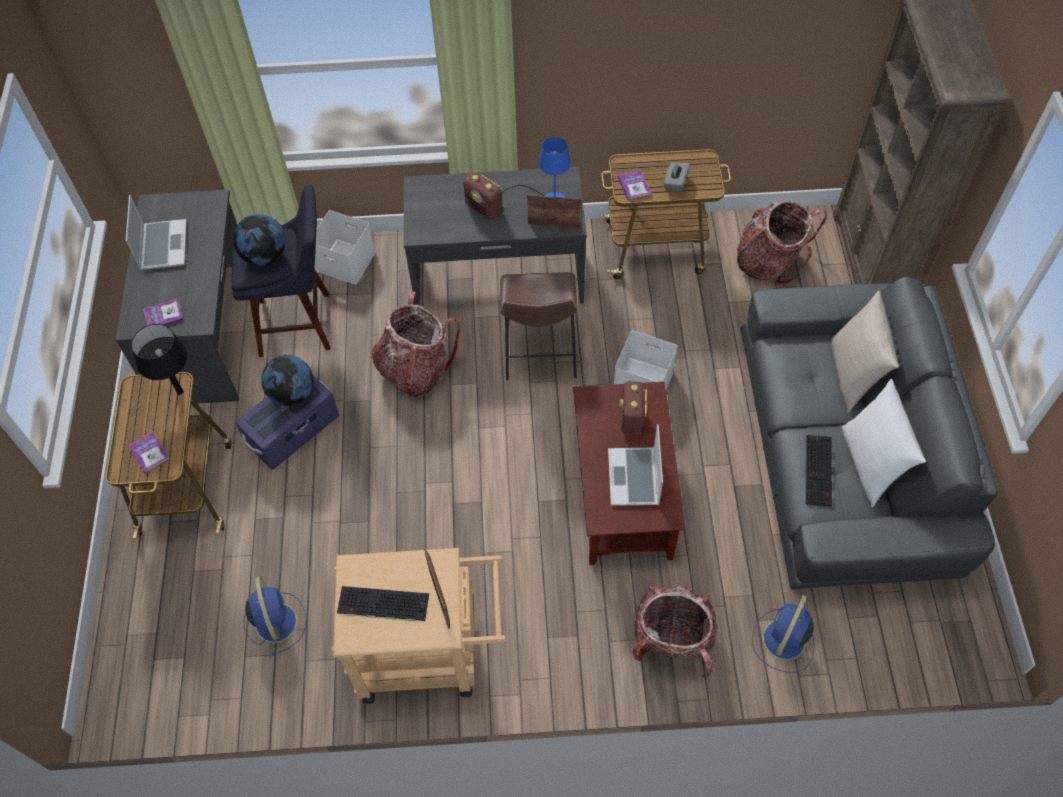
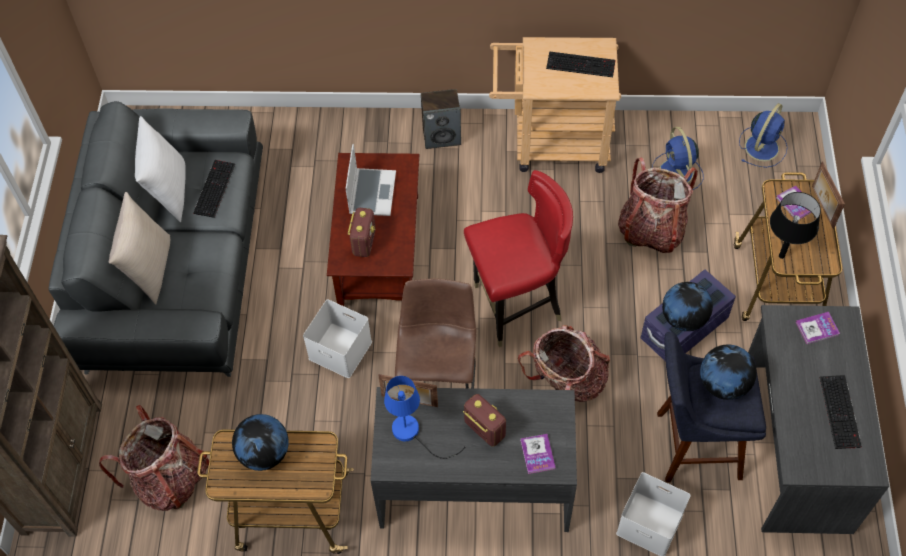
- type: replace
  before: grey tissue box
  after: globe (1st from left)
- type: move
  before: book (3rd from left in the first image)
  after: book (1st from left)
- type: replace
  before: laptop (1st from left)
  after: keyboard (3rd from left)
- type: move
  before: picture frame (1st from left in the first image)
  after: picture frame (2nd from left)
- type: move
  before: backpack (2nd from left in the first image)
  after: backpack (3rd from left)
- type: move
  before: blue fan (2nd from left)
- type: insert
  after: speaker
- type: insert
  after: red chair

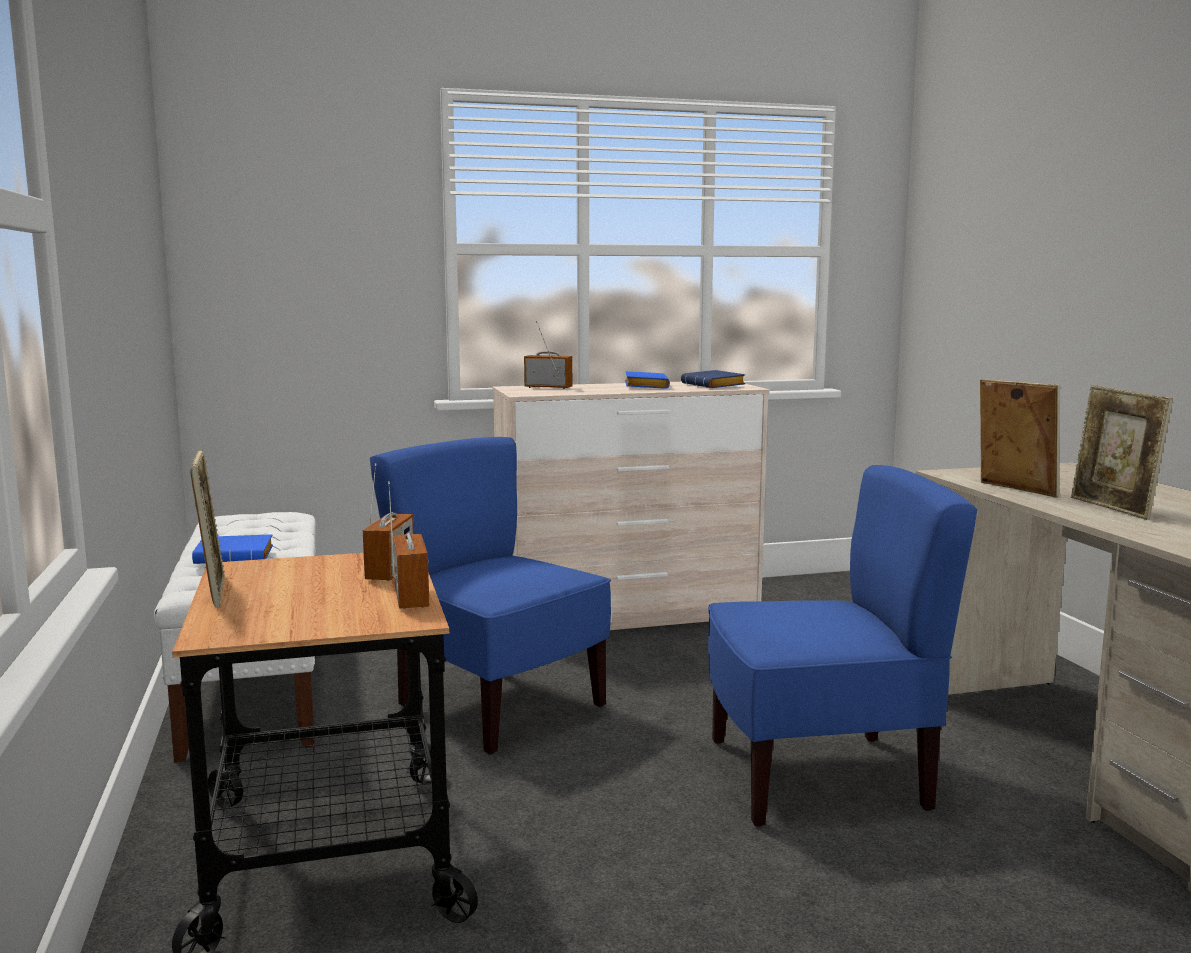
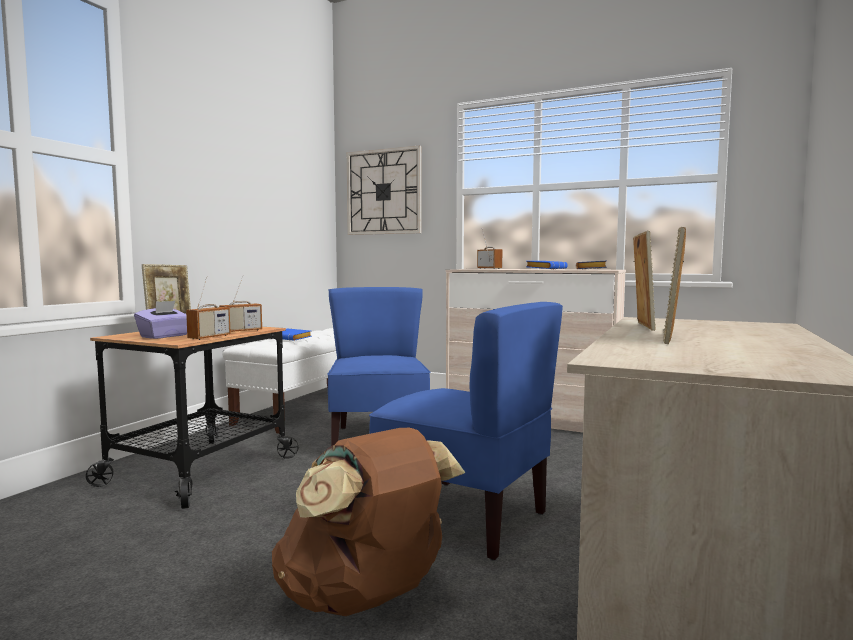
- type: insert
  after: wall clock
- type: insert
  after: purple tissue box
- type: insert
  after: brown backpack

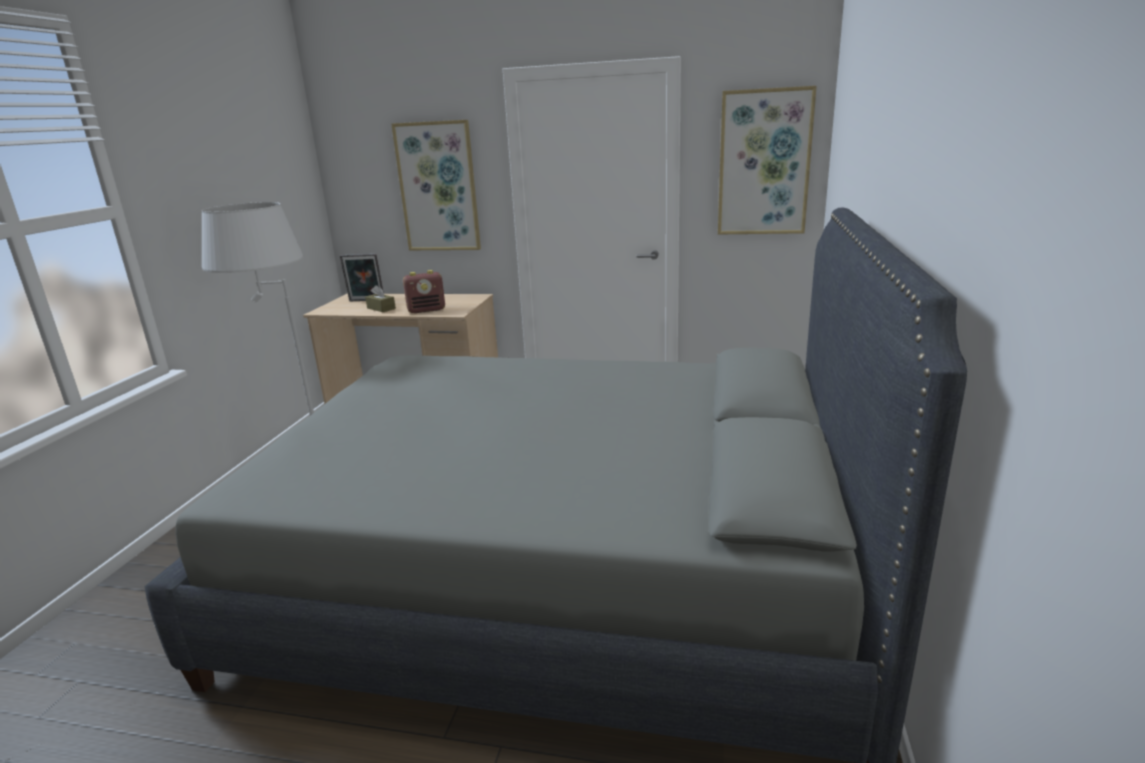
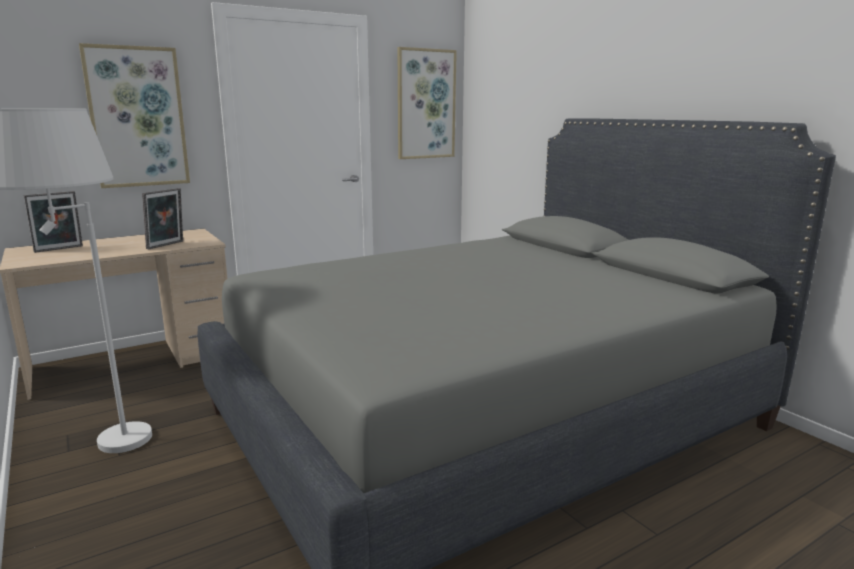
- type: replace
  before: radio
  after: picture frame (2nd from left)
- type: delete
  before: brown tissue box

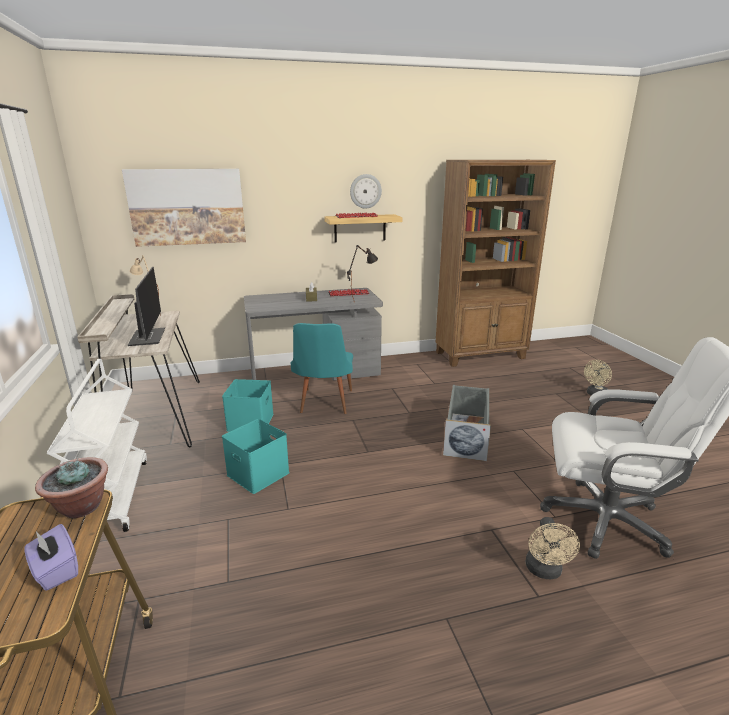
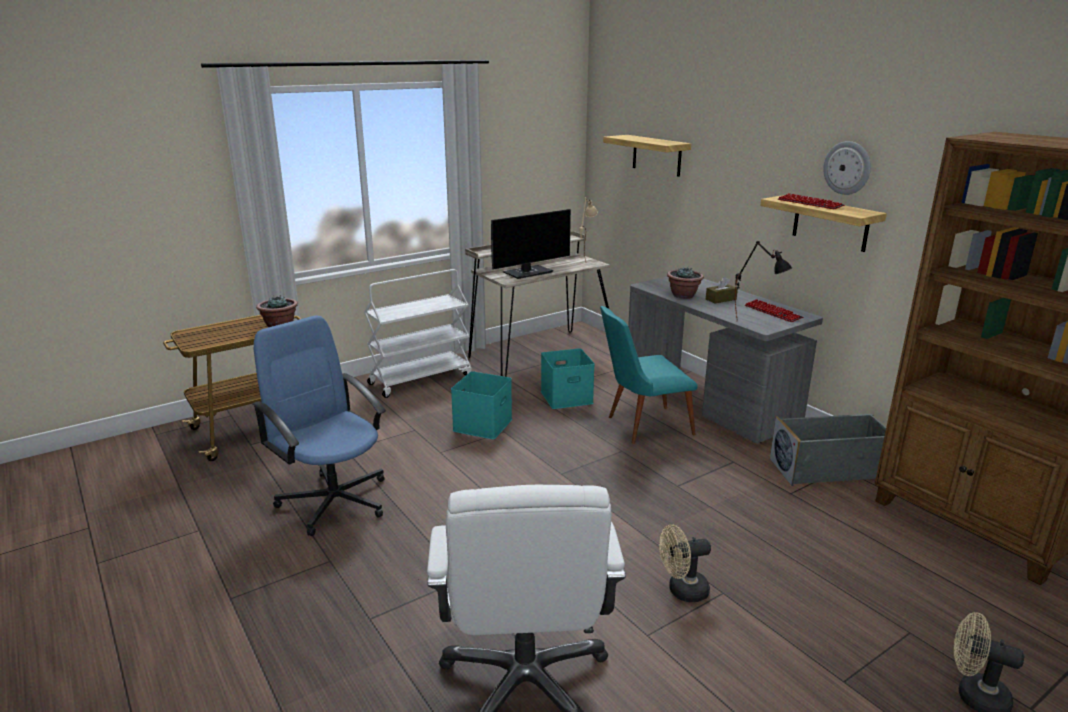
- type: replace
  before: picture
  after: shelf (1st from left)
- type: move
  before: grey storage box
- type: move
  before: beige fan (1st from left)
- type: delete
  before: purple tissue box
- type: insert
  after: potted plant (2nd from left)
- type: insert
  after: blue office chair

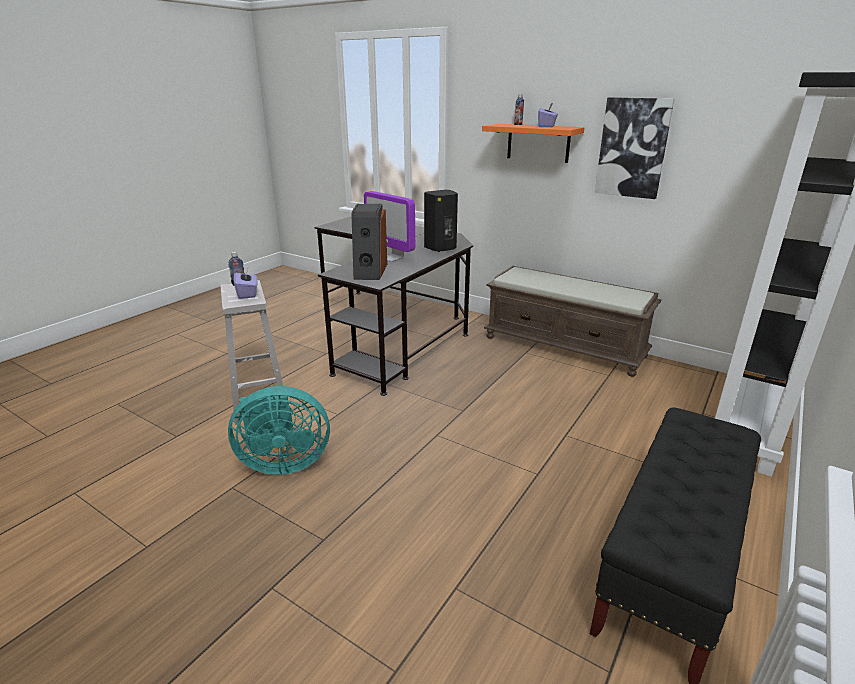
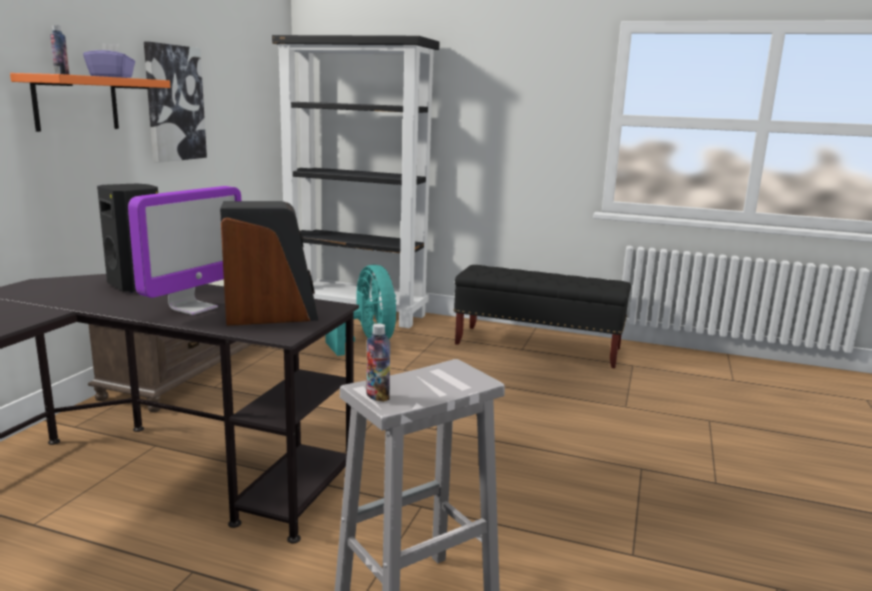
- type: delete
  before: purple tissue box (1st from left)
- type: move
  before: turquoise fan

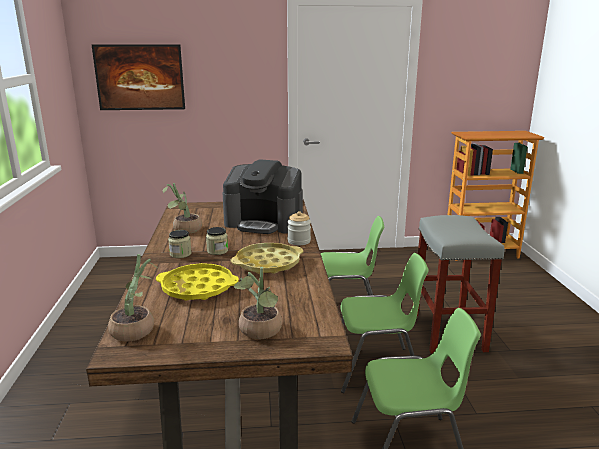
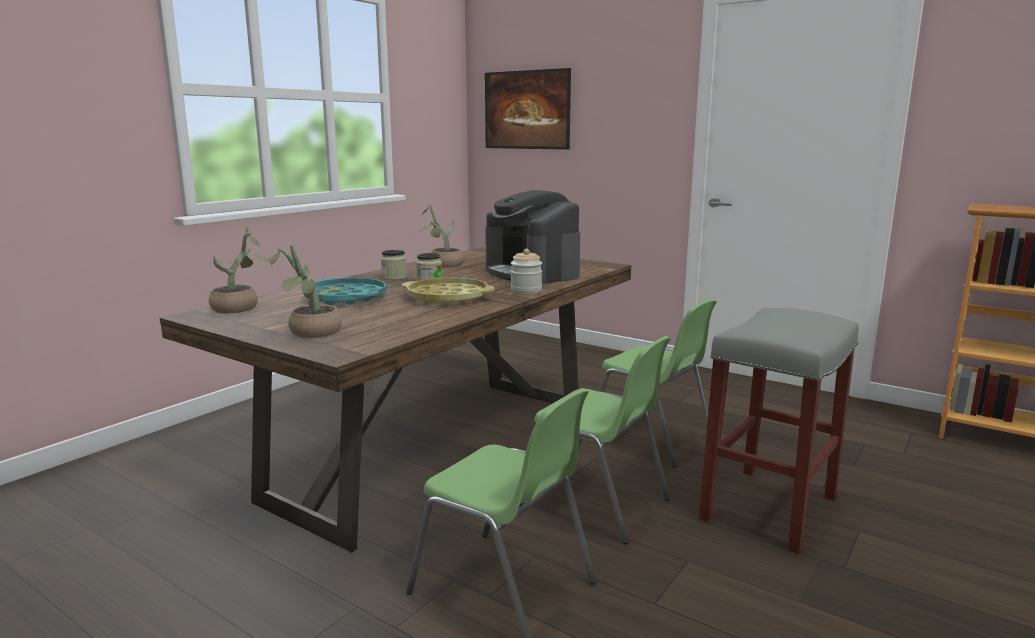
- type: recolor
  before: yellow tray (1st from left)
  after: turquoise tray

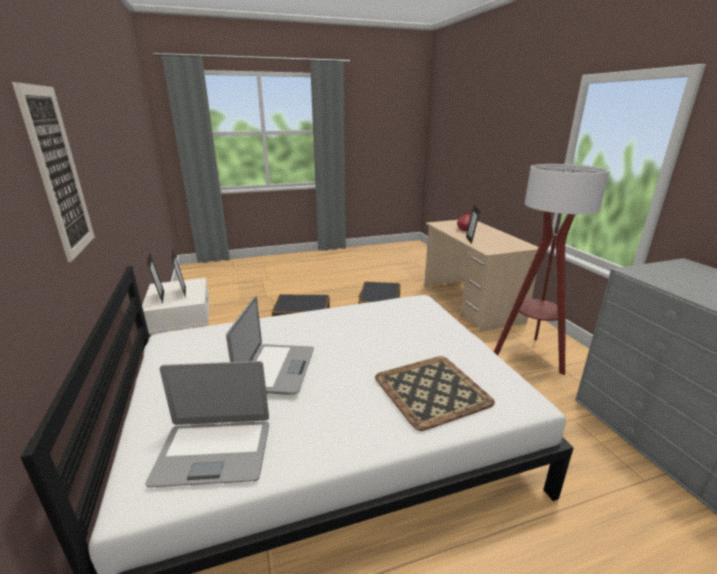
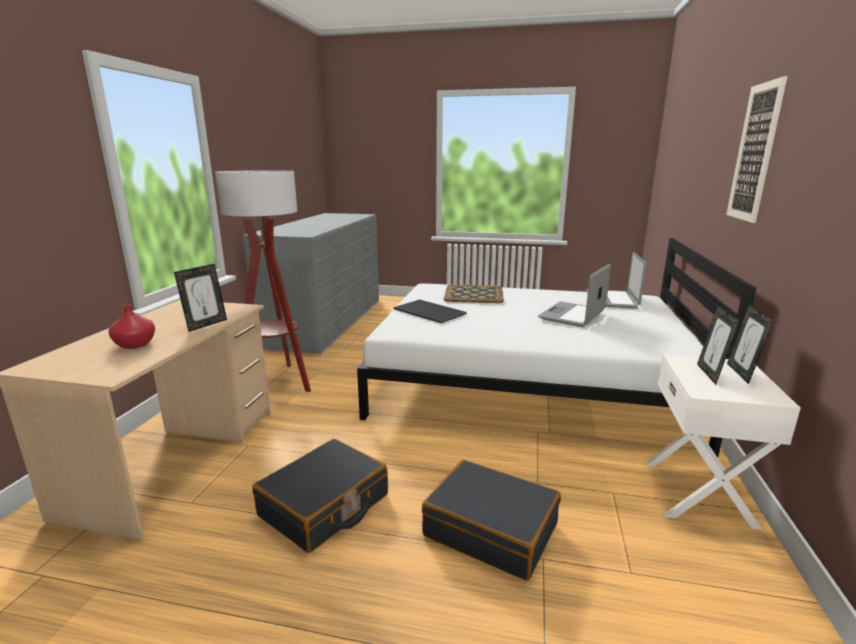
- type: rotate
  before: laptop (1st from left in the first image)
  turn: -105
- type: insert
  after: tray (1st from left)

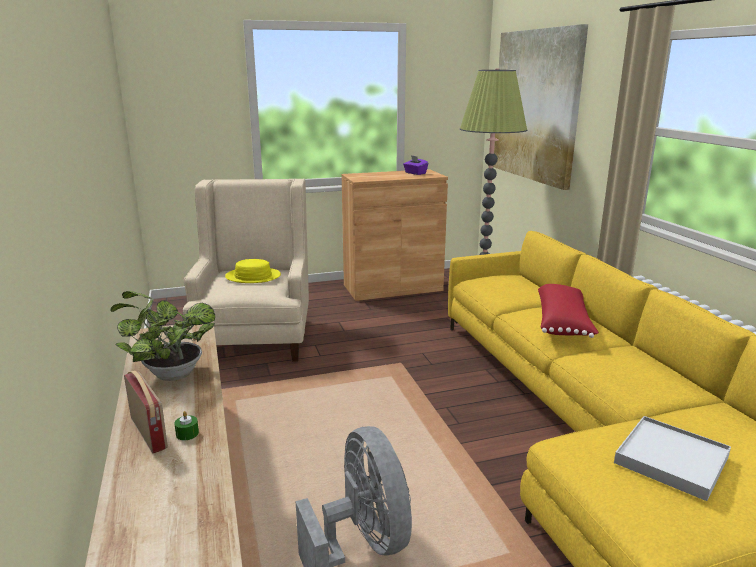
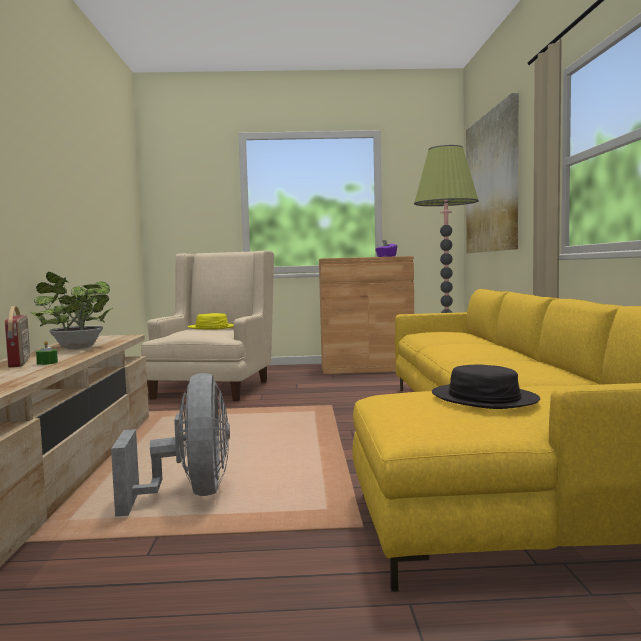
- type: delete
  before: red pillow
- type: replace
  before: white tray
  after: black hat

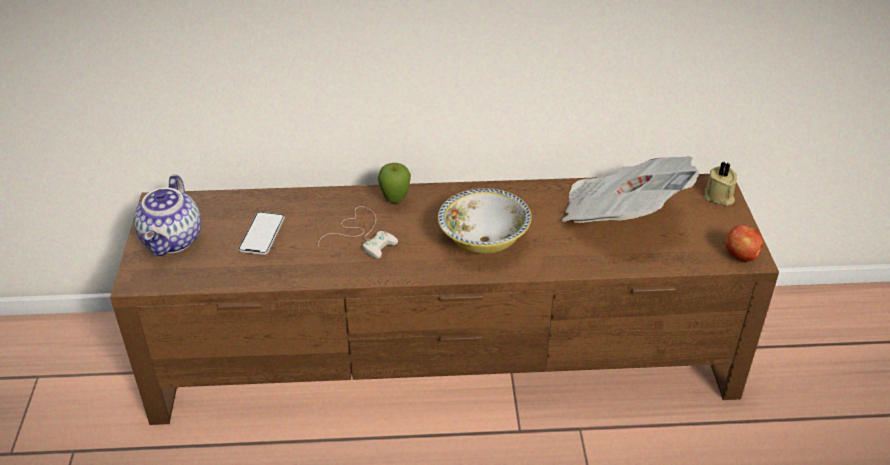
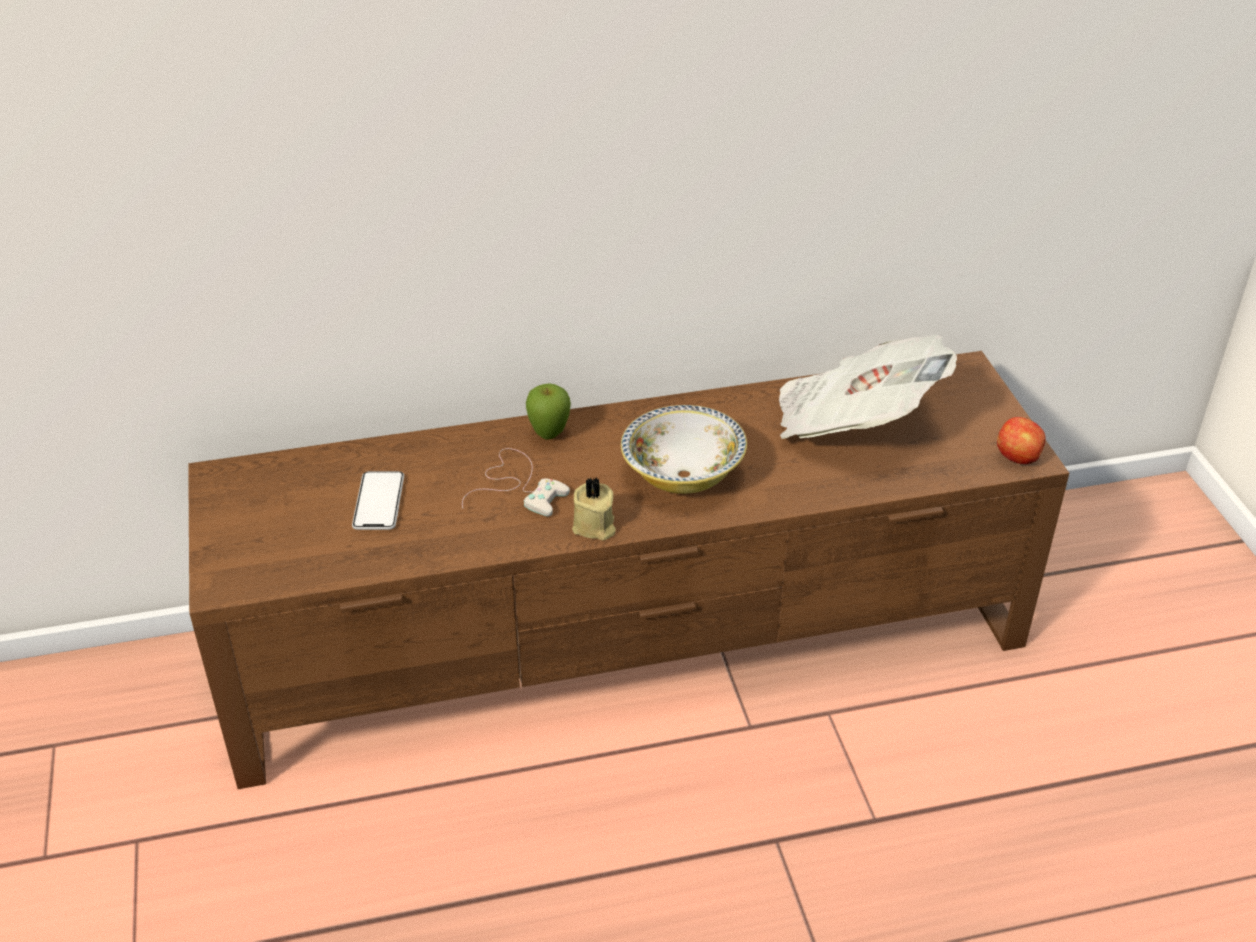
- type: move
  before: beige candle
- type: delete
  before: teapot

